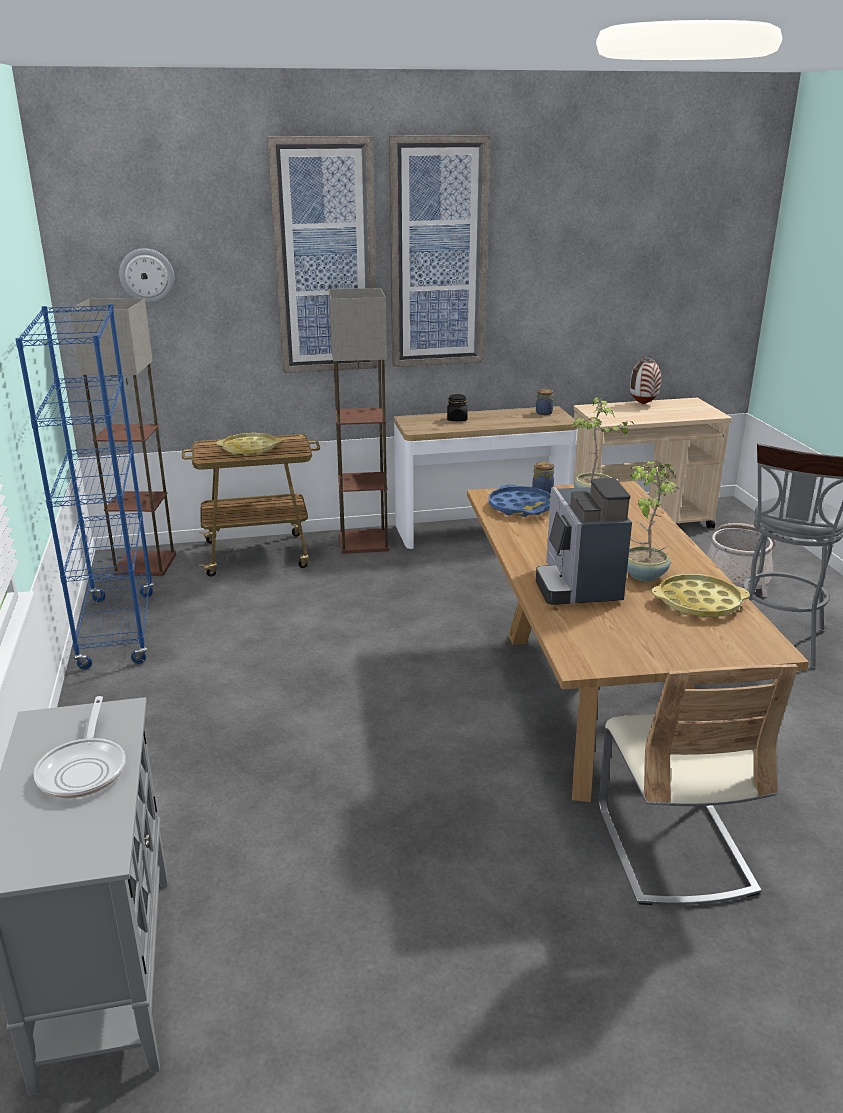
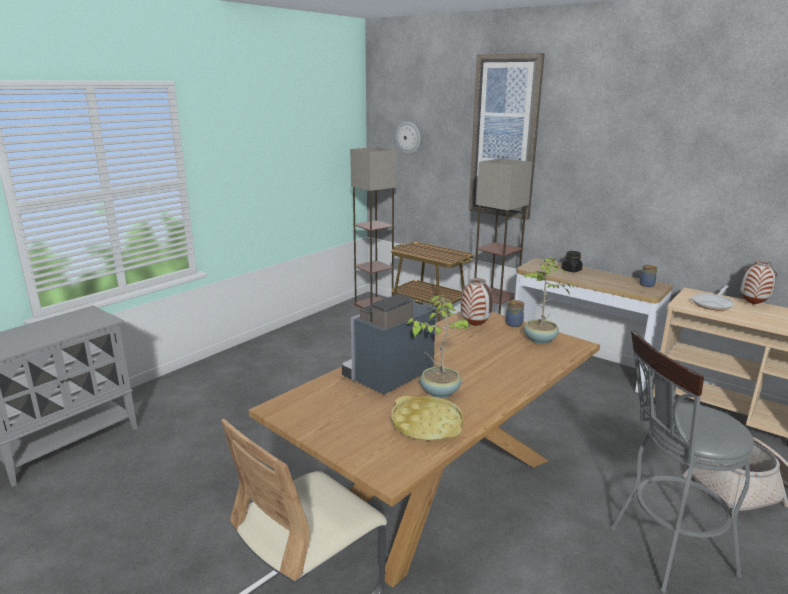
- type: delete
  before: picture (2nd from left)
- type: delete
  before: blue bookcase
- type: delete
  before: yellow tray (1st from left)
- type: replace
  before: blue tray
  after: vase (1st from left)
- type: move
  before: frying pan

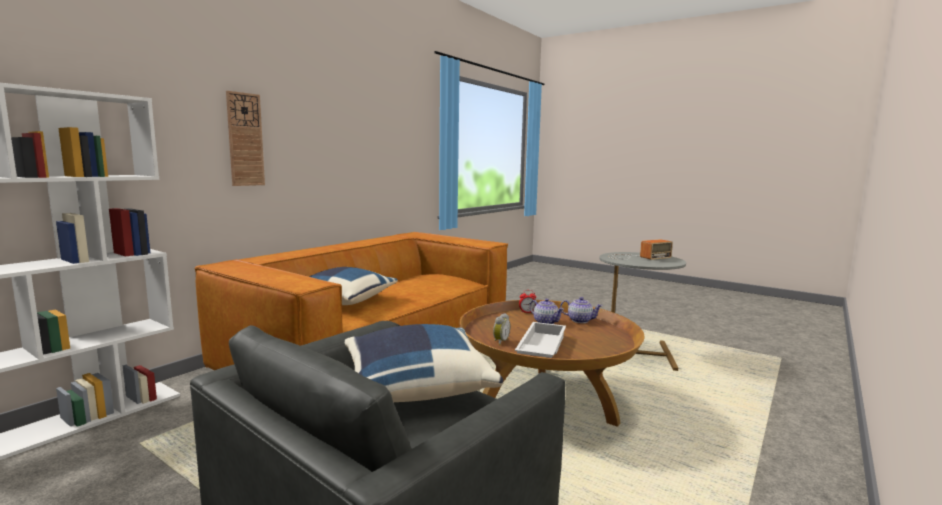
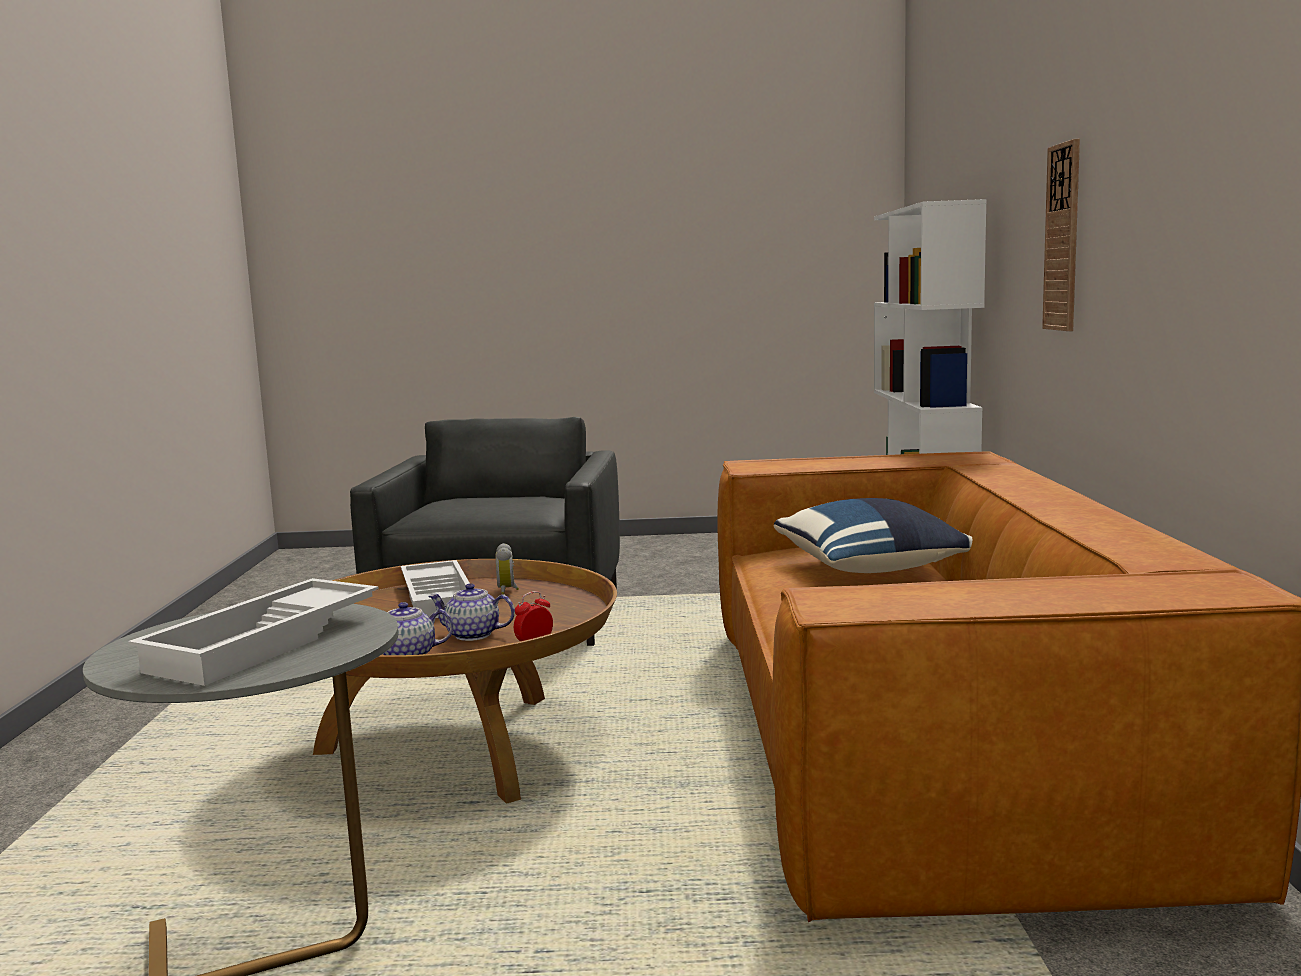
- type: replace
  before: radio
  after: white tray (1st from left)
- type: delete
  before: blue pillow (2nd from left)

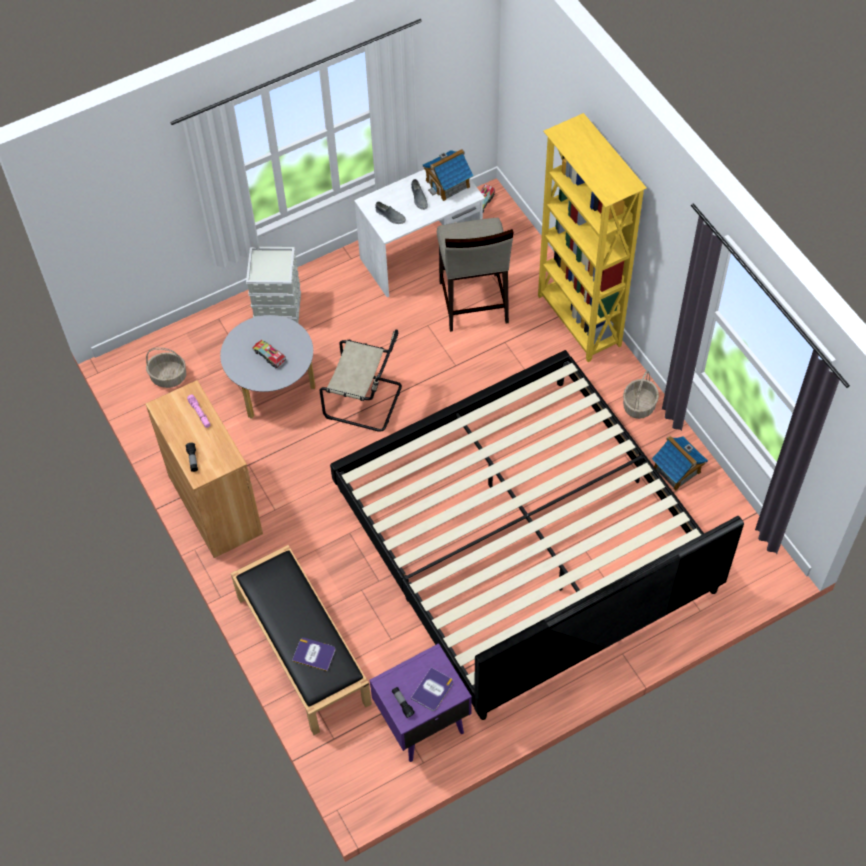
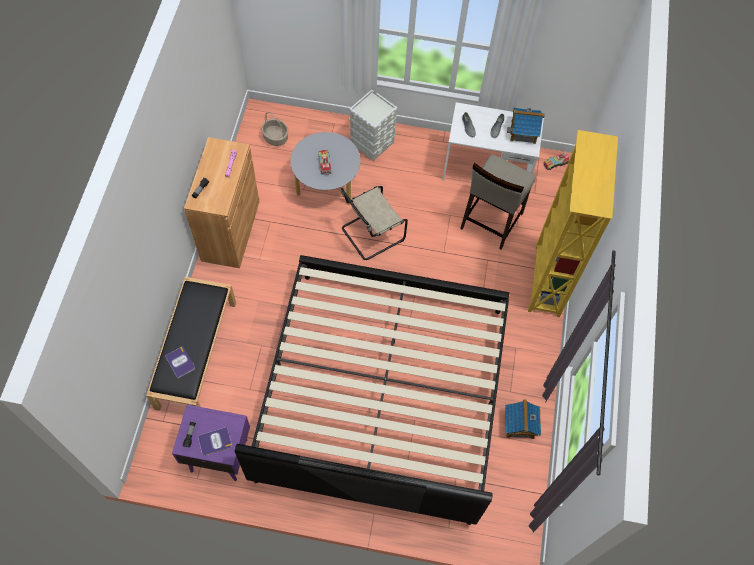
- type: rotate
  before: beige chair
  turn: 90
- type: delete
  before: basket (2nd from left)

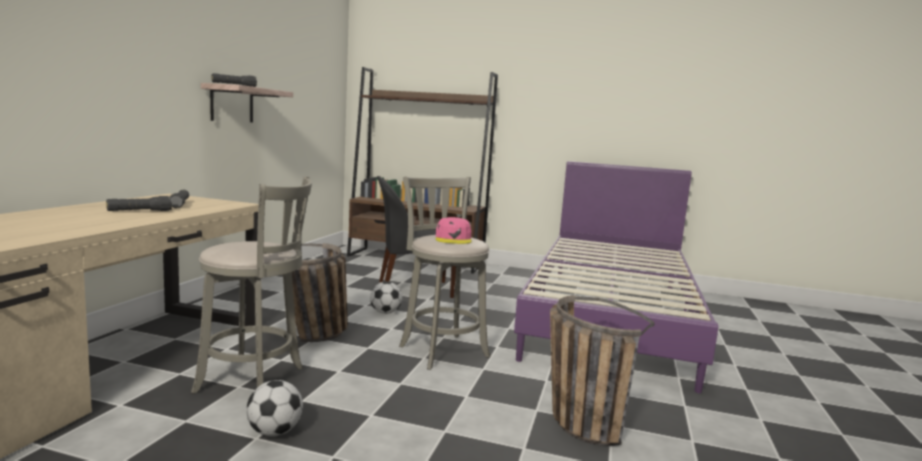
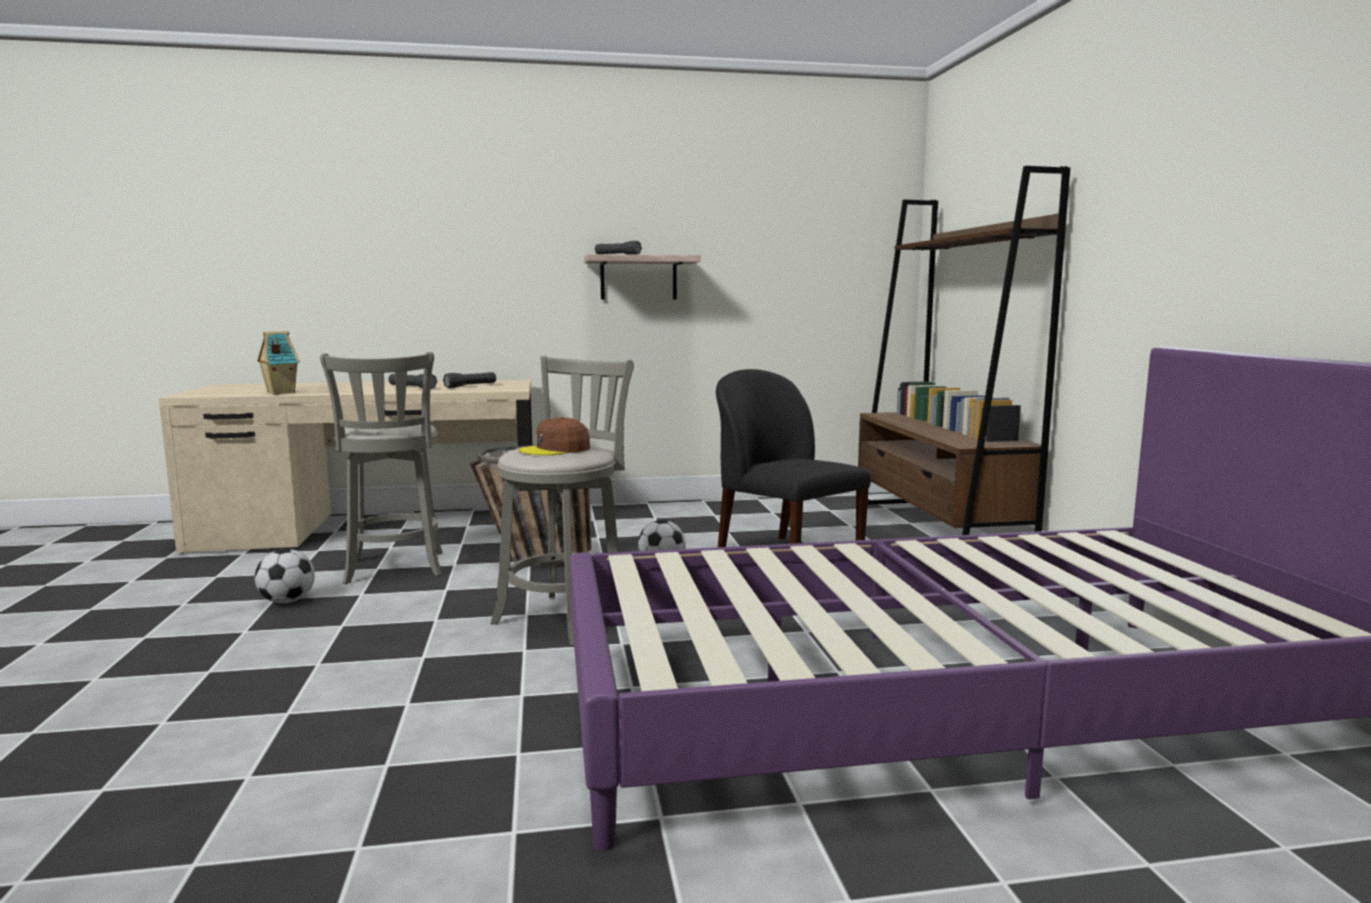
- type: recolor
  before: pink cap
  after: brown cap
- type: delete
  before: basket (2nd from left)
- type: insert
  after: toy house

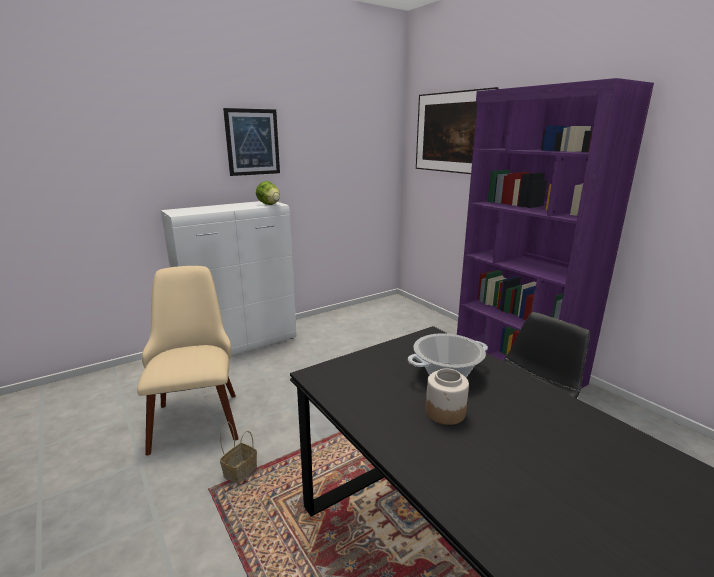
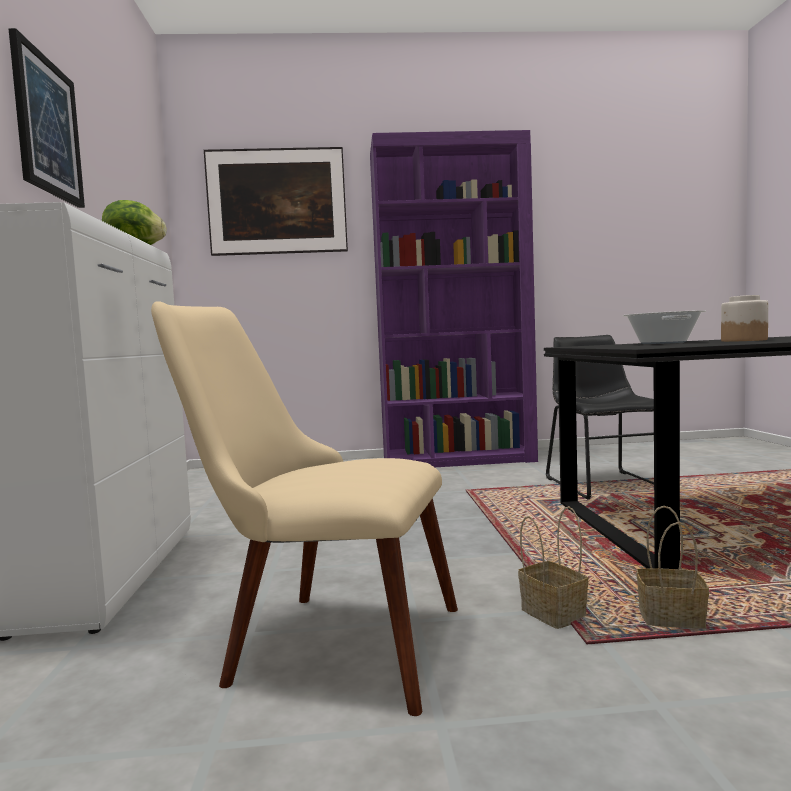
- type: insert
  after: basket (2nd from left)

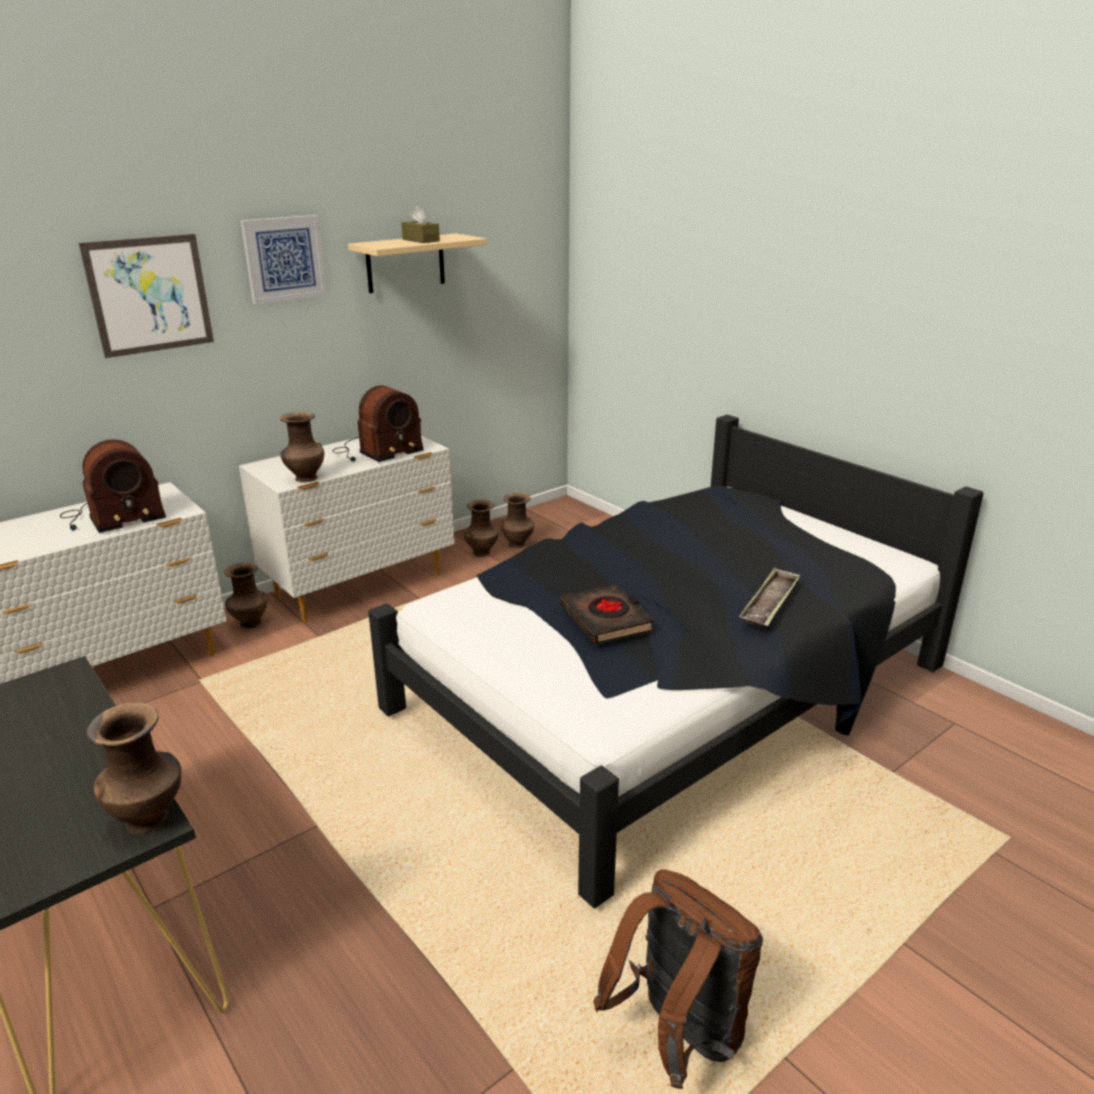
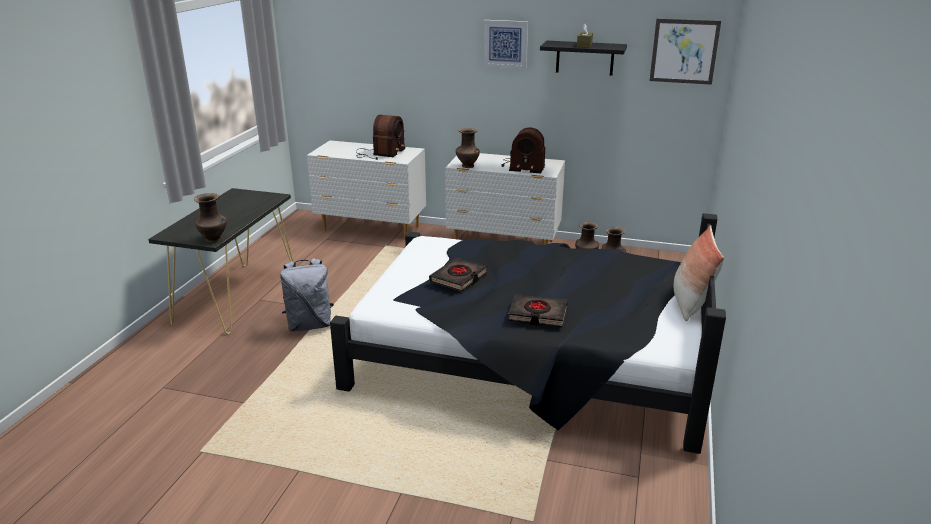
- type: recolor
  before: beige shelf
  after: black shelf
- type: move
  before: picture (1st from left in the first image)
  after: picture (2nd from left)
- type: rotate
  before: radio (1st from left)
  turn: -90
- type: delete
  before: brown vase (2nd from left)
- type: replace
  before: tray
  after: black book (2nd from left)
- type: delete
  before: brown backpack
- type: insert
  after: pillow
- type: insert
  after: grey backpack

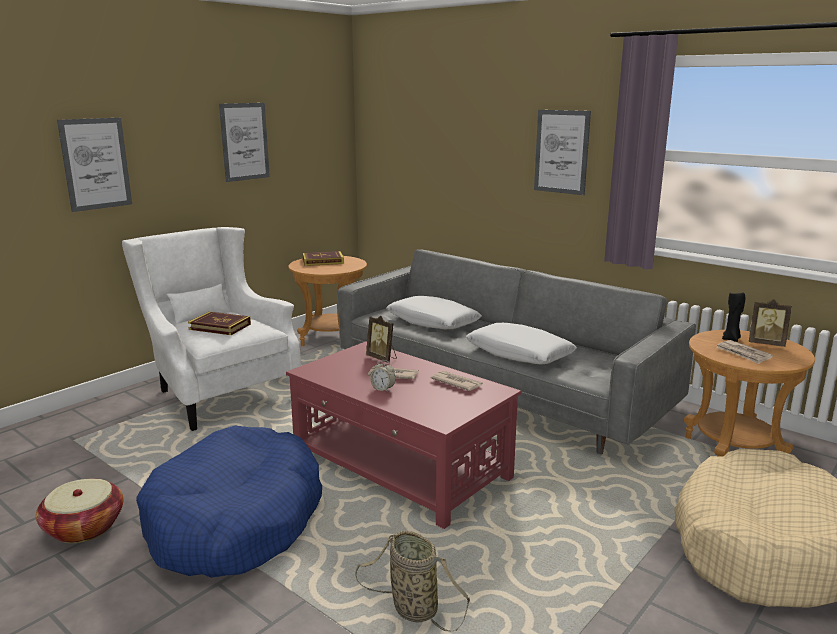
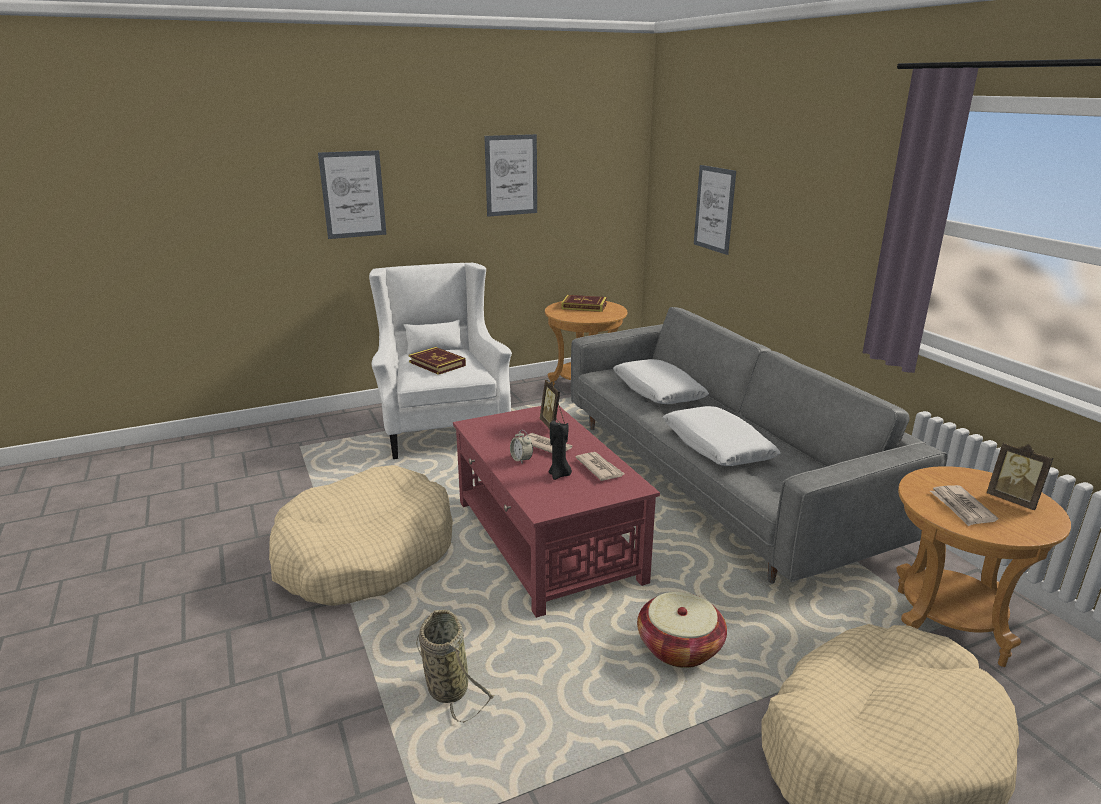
- type: move
  before: picture (3rd from left)
- type: move
  before: black candle
- type: recolor
  before: blue dog bed
  after: beige dog bed (1st from left)
- type: move
  before: basket (1st from left in the first image)
  after: basket (2nd from left)

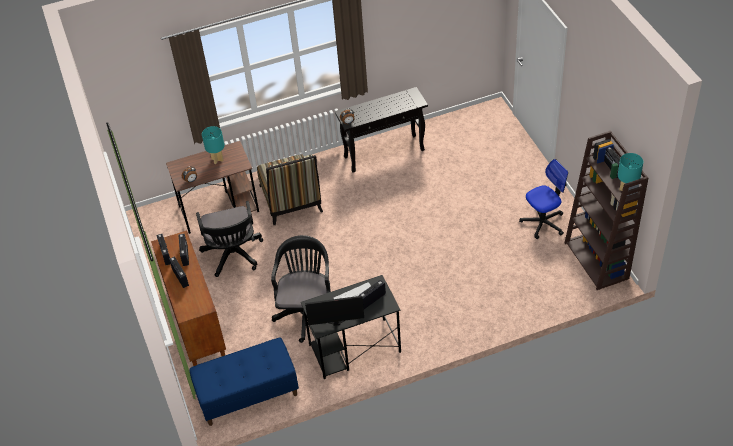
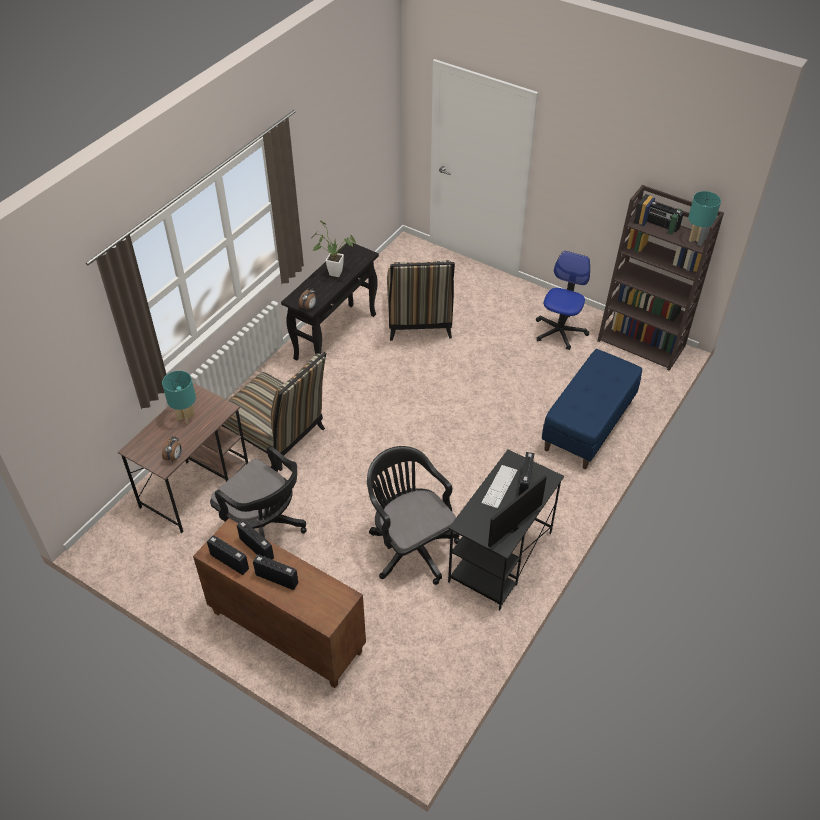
- type: move
  before: blue bench
- type: insert
  after: potted plant
- type: insert
  after: chair (2nd from left)

